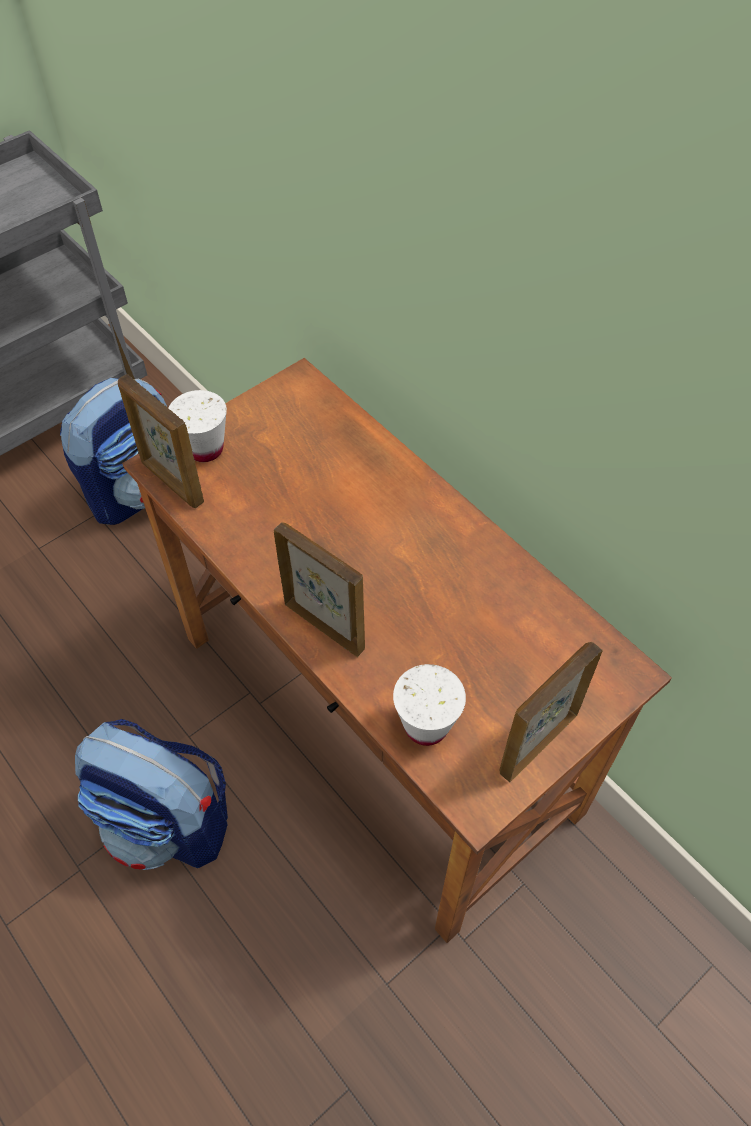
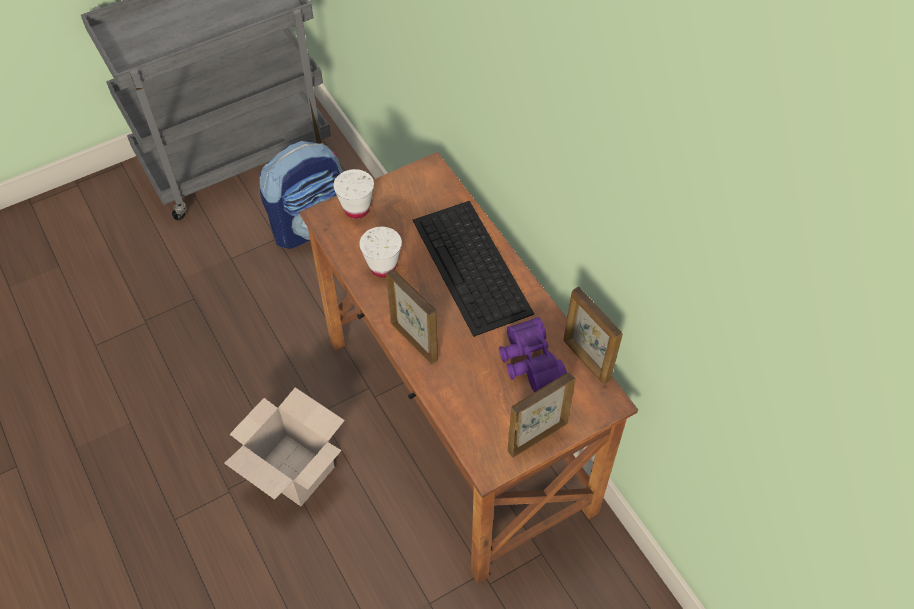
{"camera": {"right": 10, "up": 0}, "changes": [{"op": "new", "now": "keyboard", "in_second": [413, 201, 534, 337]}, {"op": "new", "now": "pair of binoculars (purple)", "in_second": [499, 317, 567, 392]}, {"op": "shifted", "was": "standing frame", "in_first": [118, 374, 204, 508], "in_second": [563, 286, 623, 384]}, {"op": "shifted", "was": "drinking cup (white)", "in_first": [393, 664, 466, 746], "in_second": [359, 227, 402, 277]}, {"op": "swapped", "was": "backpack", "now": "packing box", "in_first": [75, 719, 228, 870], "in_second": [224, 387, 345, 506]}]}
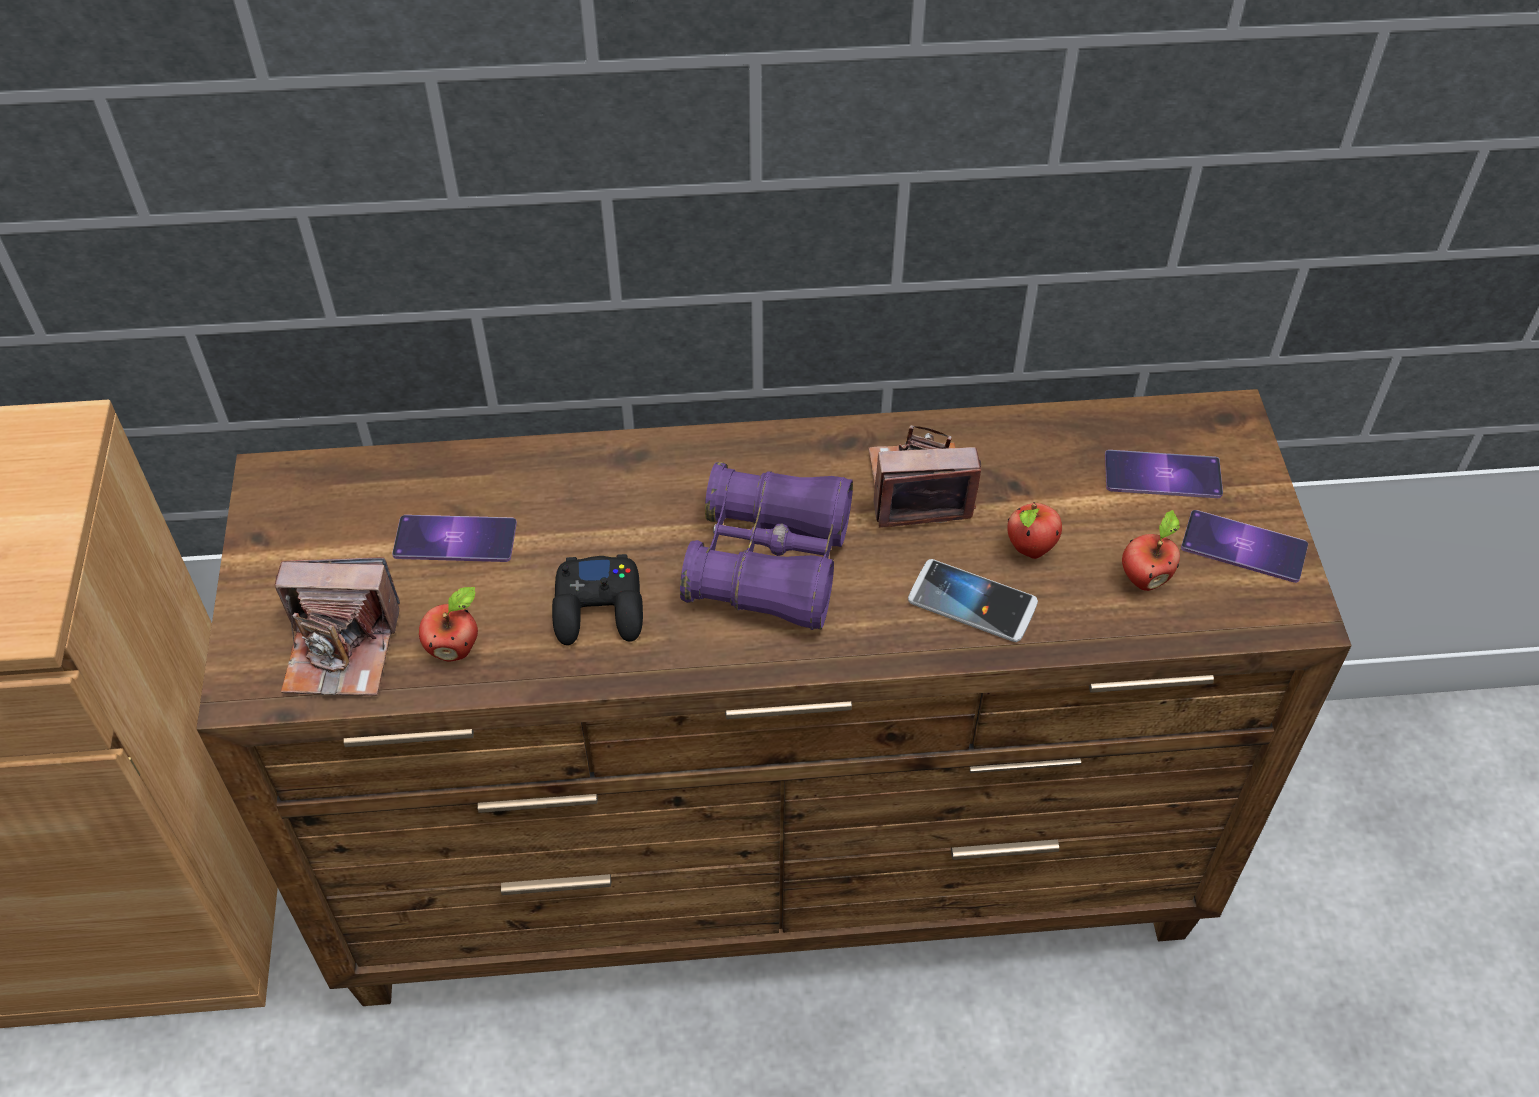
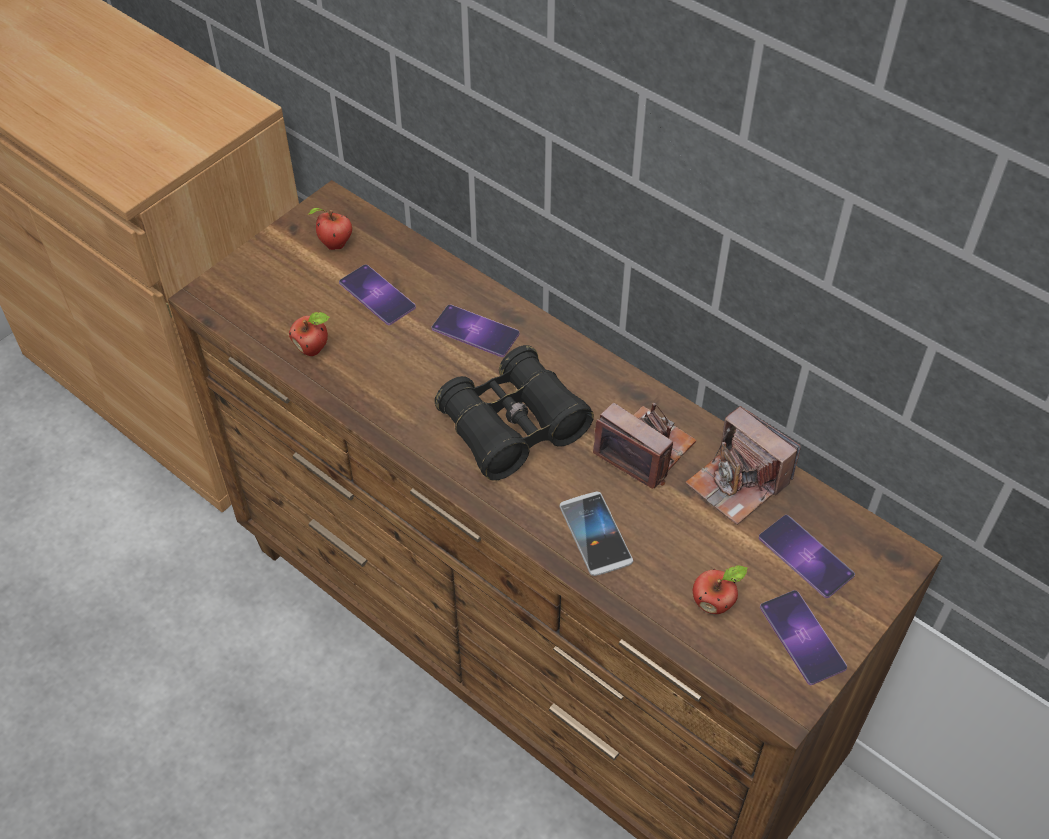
{"camera": {"right": 45, "up": 0}, "changes": [{"op": "gone", "was": "gamepad (blackish)", "in_first": [552, 554, 643, 645]}, {"op": "new", "now": "phone", "in_second": [432, 305, 520, 357]}, {"op": "shifted", "was": "photo camera", "in_first": [275, 557, 400, 696], "in_second": [685, 406, 801, 525]}, {"op": "shifted", "was": "whole apple", "in_first": [1007, 502, 1062, 559], "in_second": [308, 207, 352, 250]}, {"op": "repainted", "was": "pair of binoculars (purple)", "now": "pair of binoculars (blackish)", "in_first": [680, 462, 853, 630], "in_second": [435, 345, 594, 481]}]}
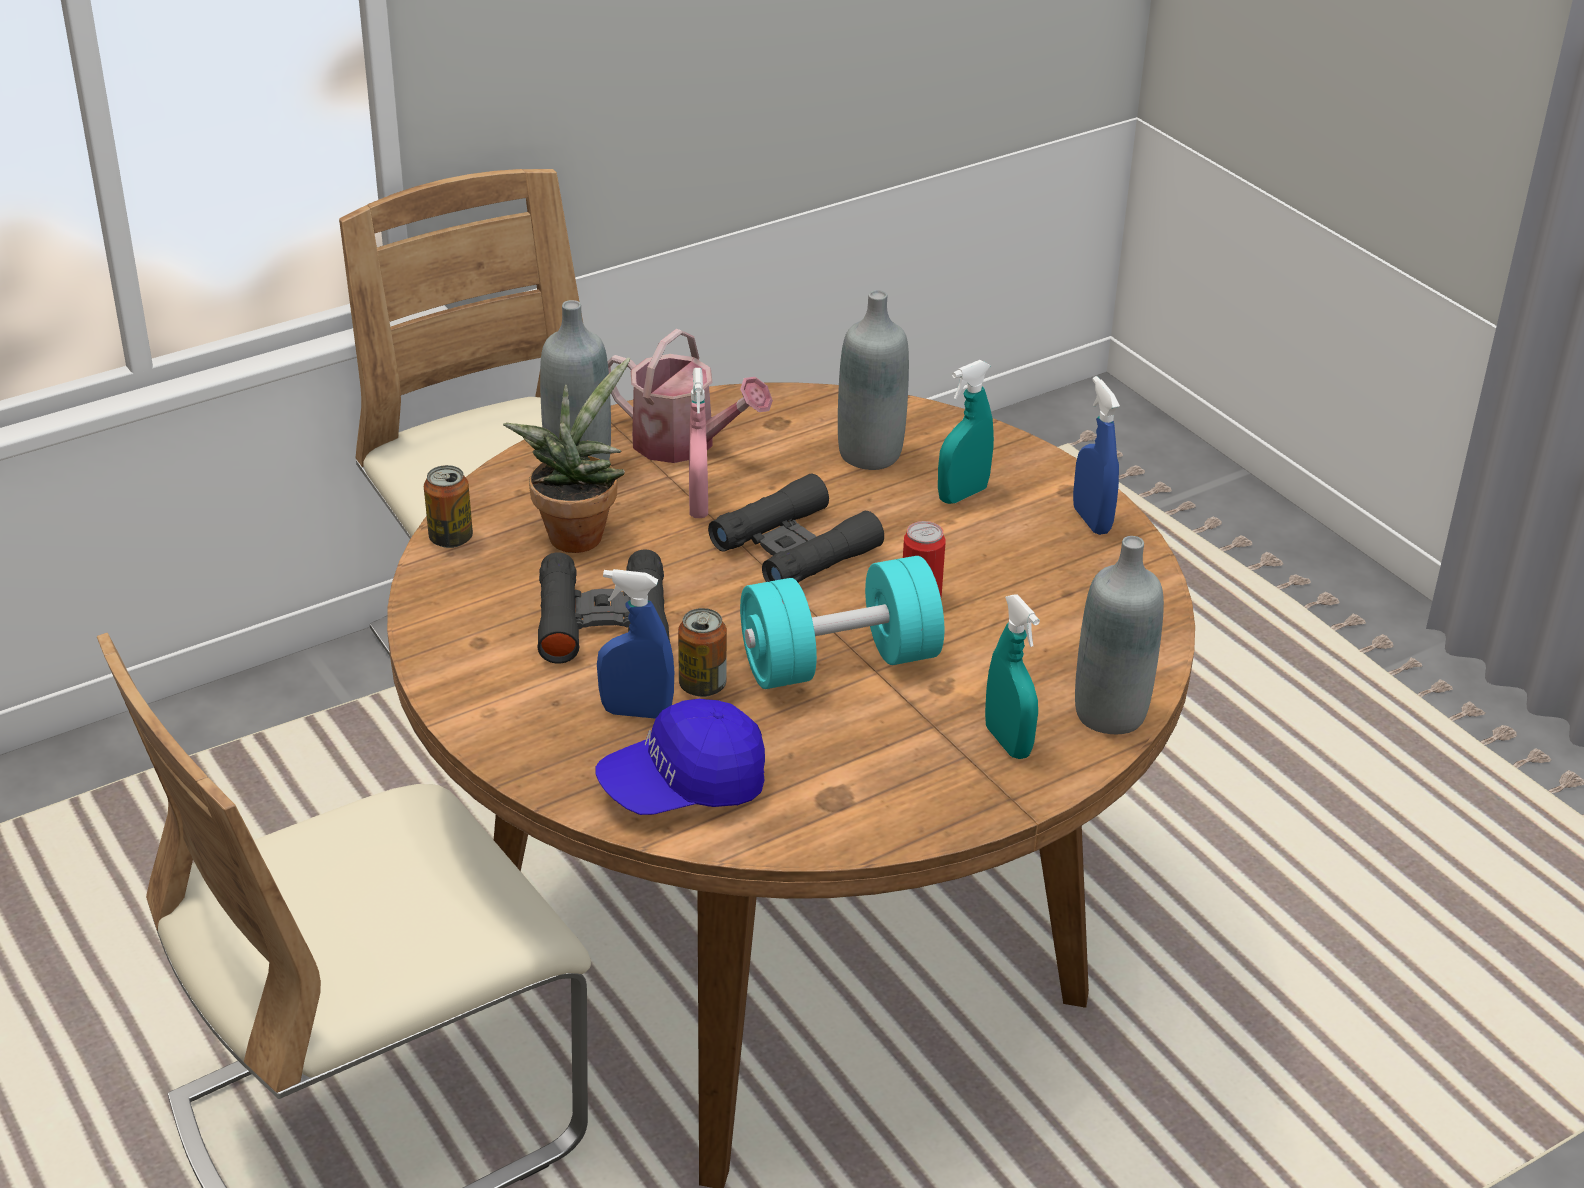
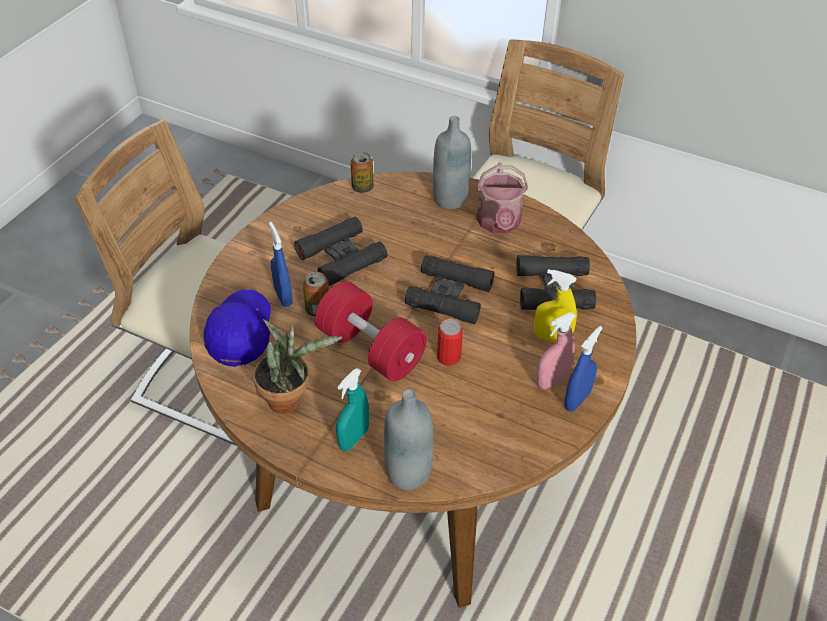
{"camera": {"right": 60, "up": 10}, "changes": [{"op": "shifted", "was": "houseplant", "in_first": [503, 358, 630, 553], "in_second": [253, 319, 343, 414]}, {"op": "shifted", "was": "hand sprayer (pinkish)", "in_first": [689, 368, 708, 518], "in_second": [536, 313, 576, 389]}, {"op": "swapped", "was": "bottle (gray)", "now": "pair of binoculars (blackish)", "in_first": [838, 290, 909, 470], "in_second": [516, 255, 596, 310]}, {"op": "repainted", "was": "dumbbell (turquoise)", "now": "dumbbell (reddish)", "in_first": [740, 556, 944, 689], "in_second": [315, 281, 427, 381]}, {"op": "repainted", "was": "hand sprayer (turquoise)", "now": "hand sprayer (yellow)", "in_first": [938, 360, 994, 504], "in_second": [534, 269, 577, 343]}, {"op": "rotated", "was": "baseball cap (blue)", "in_first": [595, 699, 765, 815], "in_second": [204, 289, 271, 367], "clockwise": 60}]}
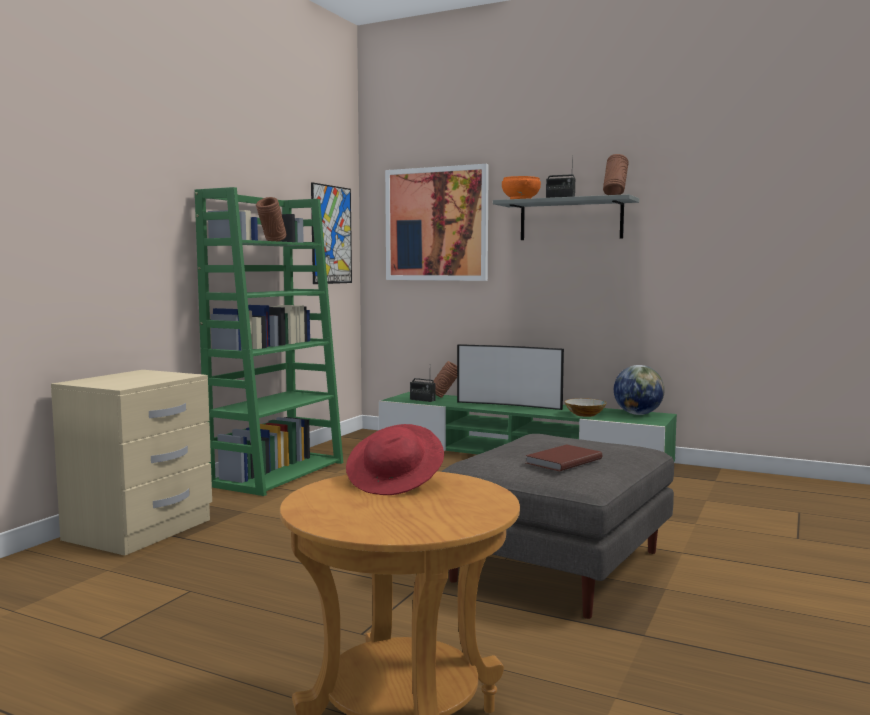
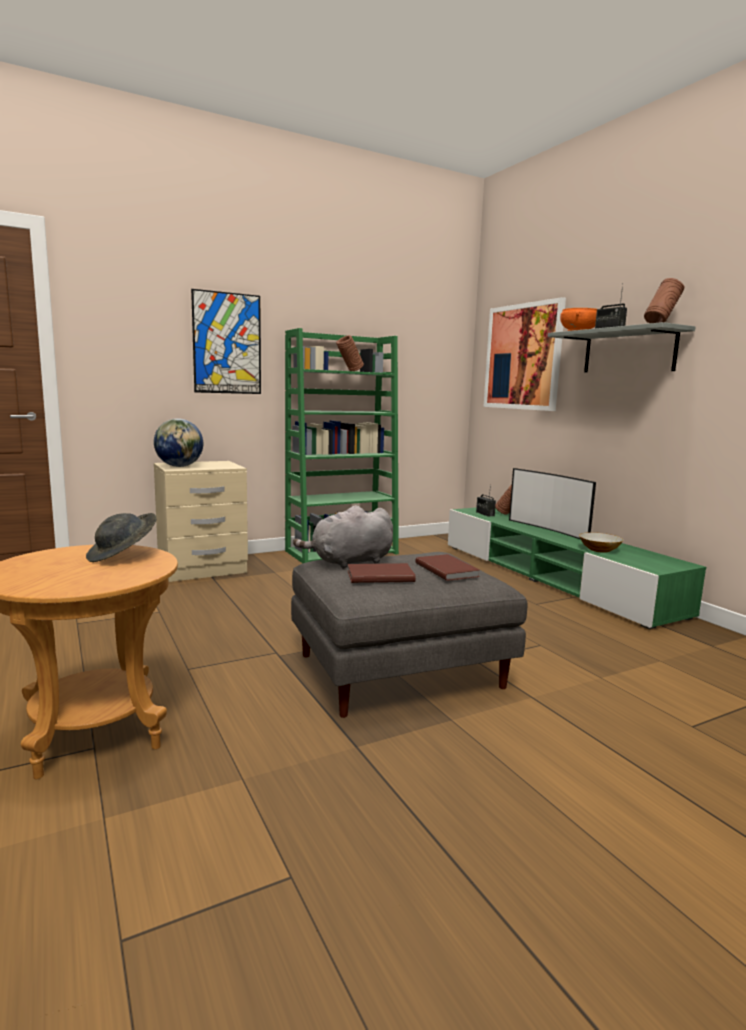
{"camera": {"right": 35, "up": 5}, "changes": [{"op": "new", "now": "cuddly toy (gray)", "in_second": [293, 506, 393, 569]}, {"op": "new", "now": "book (brown)", "in_second": [415, 554, 480, 581]}, {"op": "shifted", "was": "picture", "in_first": [311, 182, 352, 284], "in_second": [191, 289, 261, 394]}, {"op": "shifted", "was": "desk globe", "in_first": [614, 365, 665, 415], "in_second": [154, 419, 203, 467]}, {"op": "repainted", "was": "hat (reddish)", "now": "hat (gray)", "in_first": [346, 424, 444, 495], "in_second": [86, 513, 156, 562]}]}
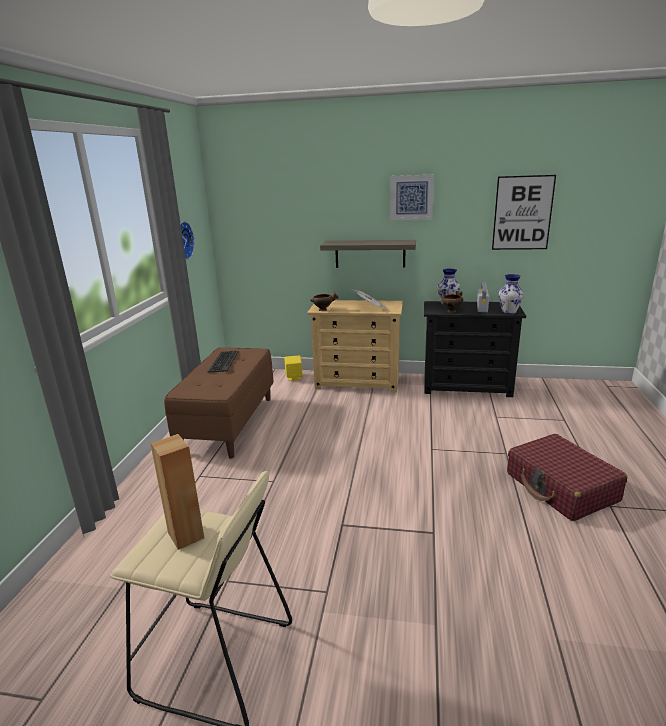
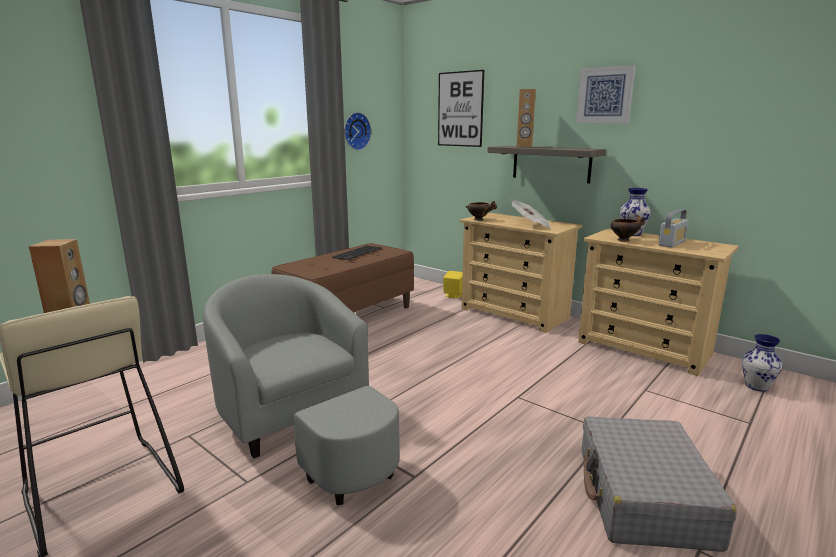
{"camera": {"right": 30, "up": -5}, "changes": [{"op": "new", "now": "easy chair (gray)", "in_second": [203, 274, 400, 505]}, {"op": "new", "now": "audio speaker (brown)", "in_second": [516, 89, 536, 147]}, {"op": "shifted", "was": "picture", "in_first": [492, 175, 556, 250], "in_second": [438, 70, 484, 147]}, {"op": "shifted", "was": "flower vase", "in_first": [499, 274, 524, 314], "in_second": [742, 334, 782, 391]}, {"op": "repainted", "was": "drawer chest (blackish)", "now": "drawer chest (sand-coloured)", "in_first": [424, 301, 526, 397], "in_second": [578, 228, 739, 376]}, {"op": "repainted", "was": "travel case (reddish)", "now": "travel case (gray)", "in_first": [507, 434, 627, 521], "in_second": [582, 416, 737, 552]}]}
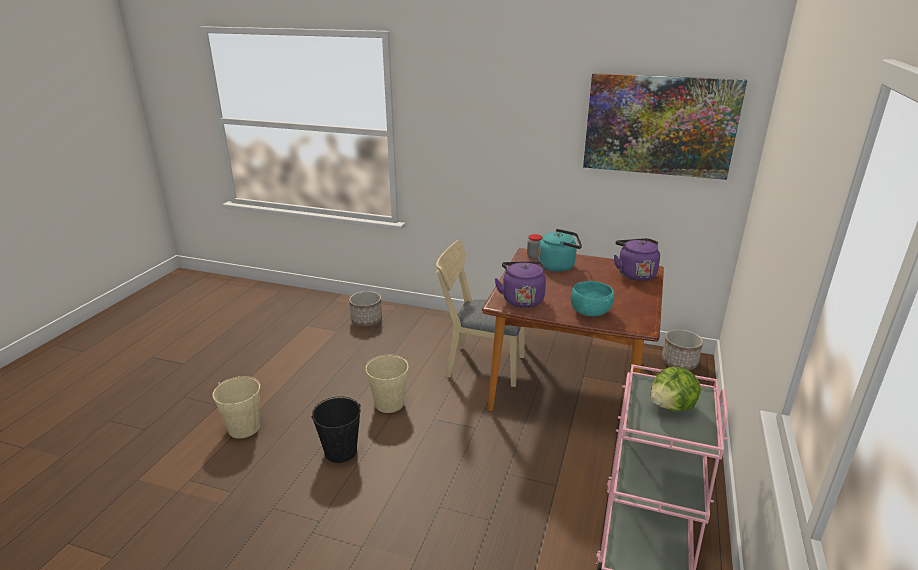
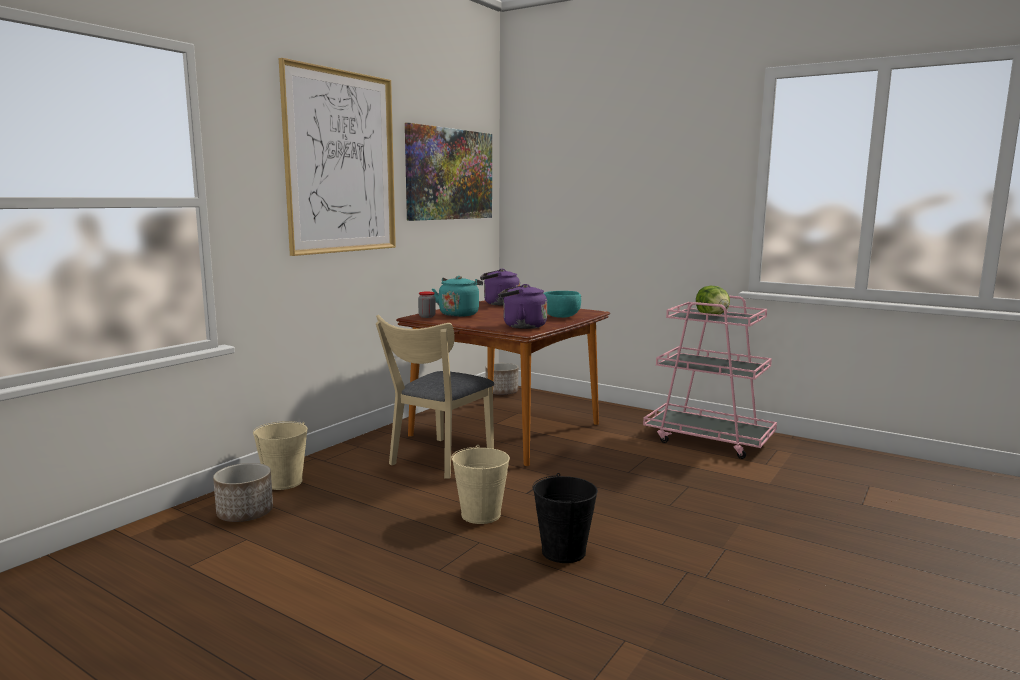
{"camera": {"right": -75, "up": -15}, "changes": [{"op": "new", "now": "picture", "in_second": [279, 58, 396, 256]}, {"op": "shifted", "was": "pail (sand-coloured)", "in_first": [212, 376, 260, 439], "in_second": [253, 421, 308, 490]}]}
